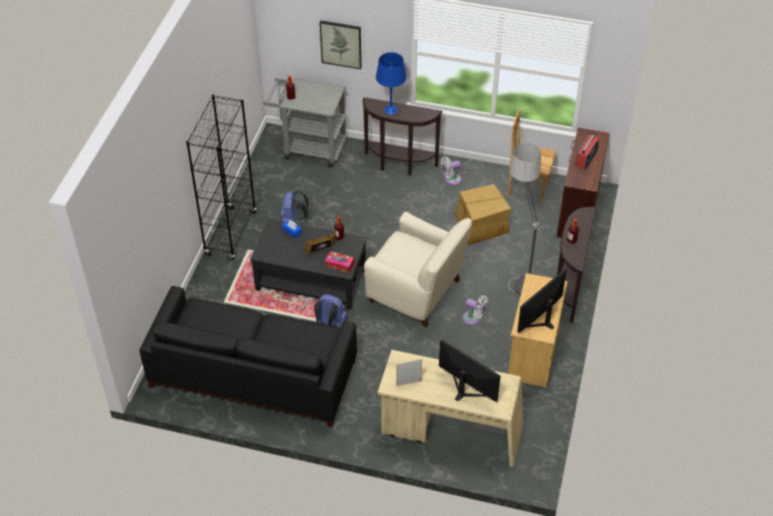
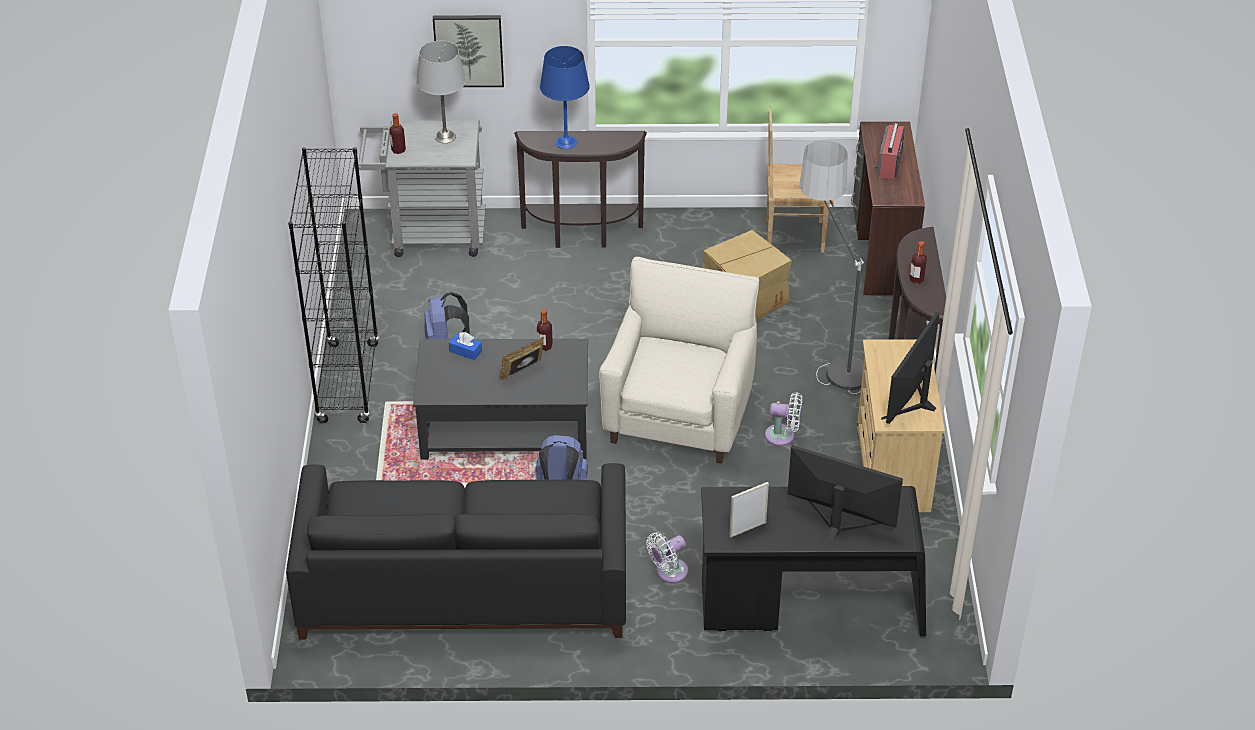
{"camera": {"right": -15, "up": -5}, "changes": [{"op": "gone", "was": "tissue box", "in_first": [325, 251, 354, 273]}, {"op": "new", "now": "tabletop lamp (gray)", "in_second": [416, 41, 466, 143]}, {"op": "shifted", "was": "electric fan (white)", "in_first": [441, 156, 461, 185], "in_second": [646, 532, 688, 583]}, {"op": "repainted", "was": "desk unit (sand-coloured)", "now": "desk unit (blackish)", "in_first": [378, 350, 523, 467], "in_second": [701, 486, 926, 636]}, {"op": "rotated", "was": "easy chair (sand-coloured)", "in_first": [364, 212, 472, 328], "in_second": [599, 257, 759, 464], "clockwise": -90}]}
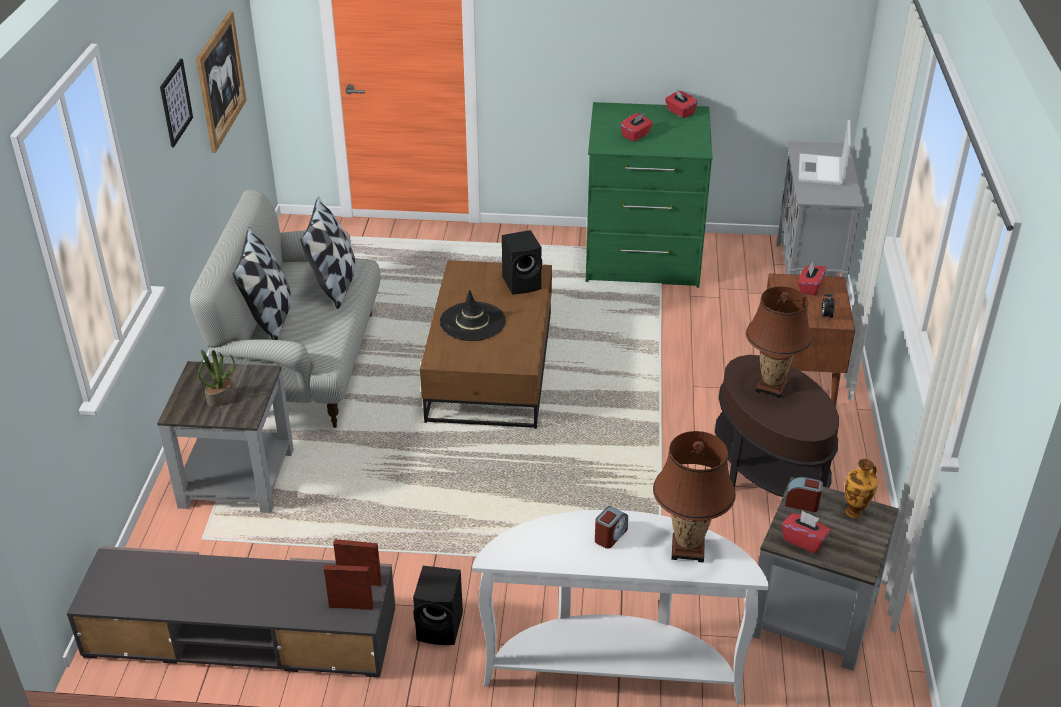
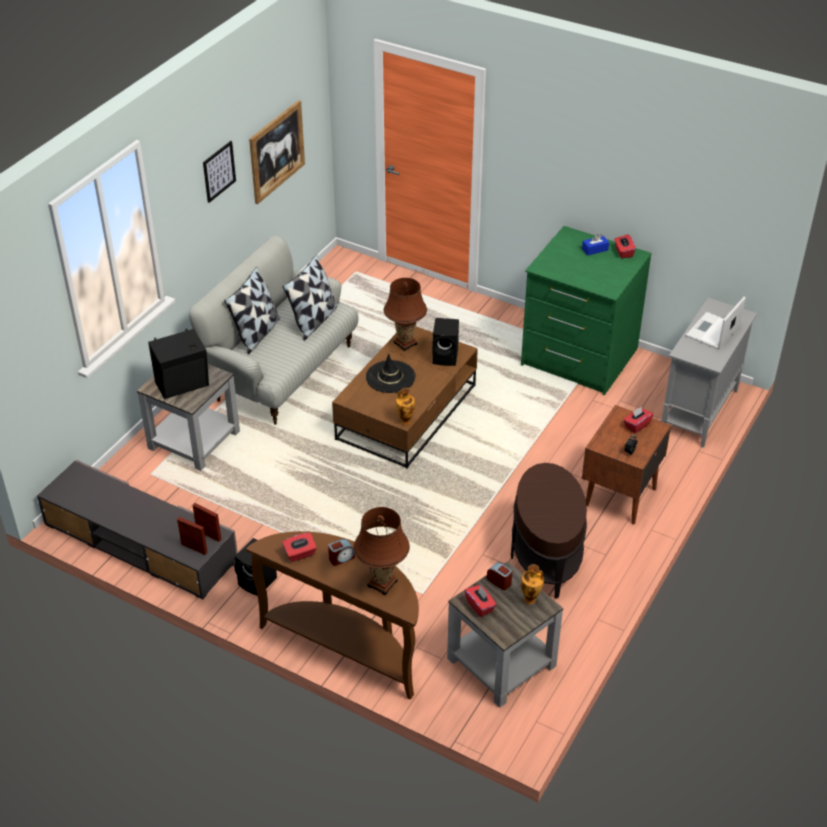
{"camera": {"right": 25, "up": 5}, "changes": [{"op": "new", "now": "flower vase", "in_second": [396, 388, 415, 425]}, {"op": "new", "now": "tissue box (blue)", "in_second": [582, 234, 609, 255]}, {"op": "shifted", "was": "tissue box (reddish)", "in_first": [620, 113, 653, 141], "in_second": [282, 533, 317, 562]}, {"op": "shifted", "was": "tabletop lamp (brown)", "in_first": [746, 286, 813, 399], "in_second": [384, 278, 427, 351]}, {"op": "swapped", "was": "houseplant", "now": "audio speaker (blackish)", "in_first": [198, 350, 235, 407], "in_second": [148, 329, 209, 399]}, {"op": "repainted", "was": "hall table (white)", "now": "hall table (brown)", "in_first": [472, 510, 769, 704], "in_second": [246, 531, 419, 700]}]}
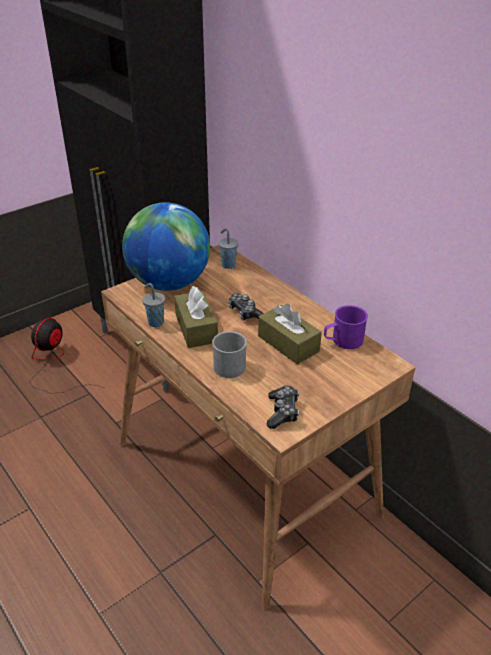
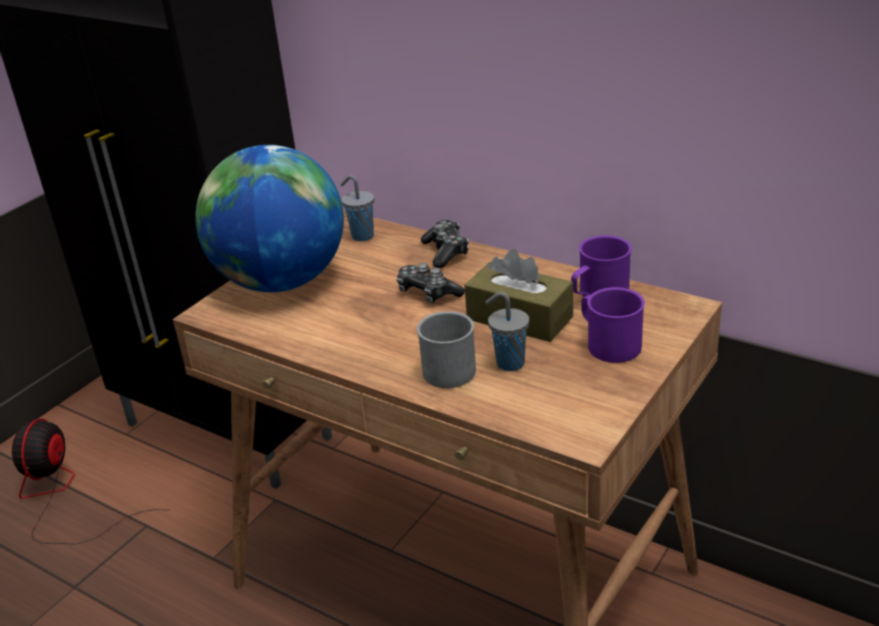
{"camera": {"right": -15, "up": -5}, "changes": [{"op": "gone", "was": "tissue box (brown)", "in_first": [174, 286, 218, 348]}, {"op": "new", "now": "tea mug (purple)", "in_second": [582, 287, 645, 363]}, {"op": "shifted", "was": "drinking cup (gray)", "in_first": [142, 283, 165, 327], "in_second": [485, 292, 529, 371]}, {"op": "shifted", "was": "gamepad", "in_first": [267, 385, 299, 429], "in_second": [421, 220, 469, 268]}]}
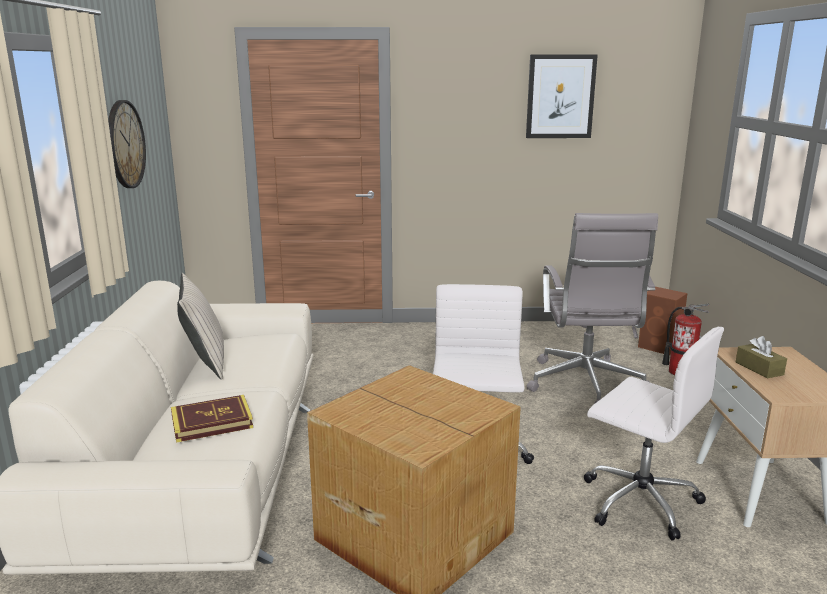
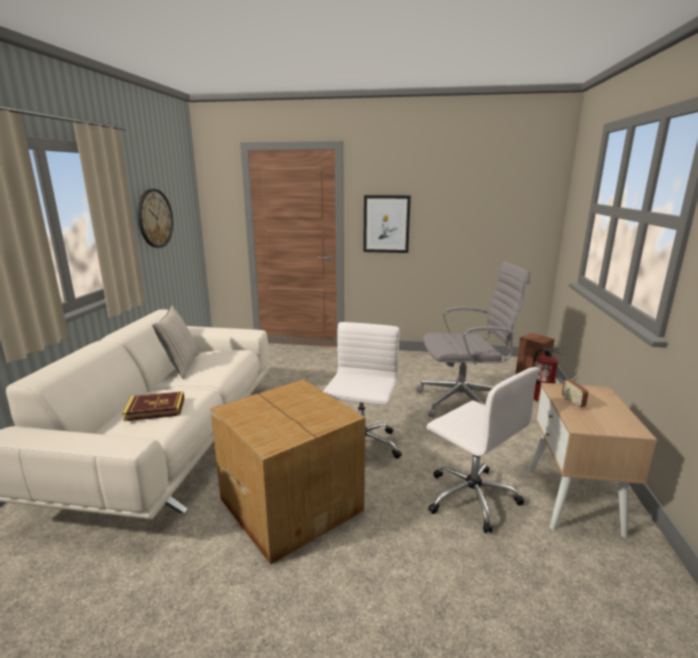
{"camera": {"right": 10, "up": 0}, "changes": [{"op": "shifted", "was": "picture", "in_first": [526, 54, 598, 138], "in_second": [363, 195, 411, 253]}, {"op": "swapped", "was": "tissue box (brown)", "now": "radio", "in_first": [736, 336, 787, 378], "in_second": [562, 370, 588, 408]}, {"op": "rotated", "was": "office chair (gray)", "in_first": [527, 213, 658, 404], "in_second": [416, 261, 530, 418], "clockwise": -105}]}
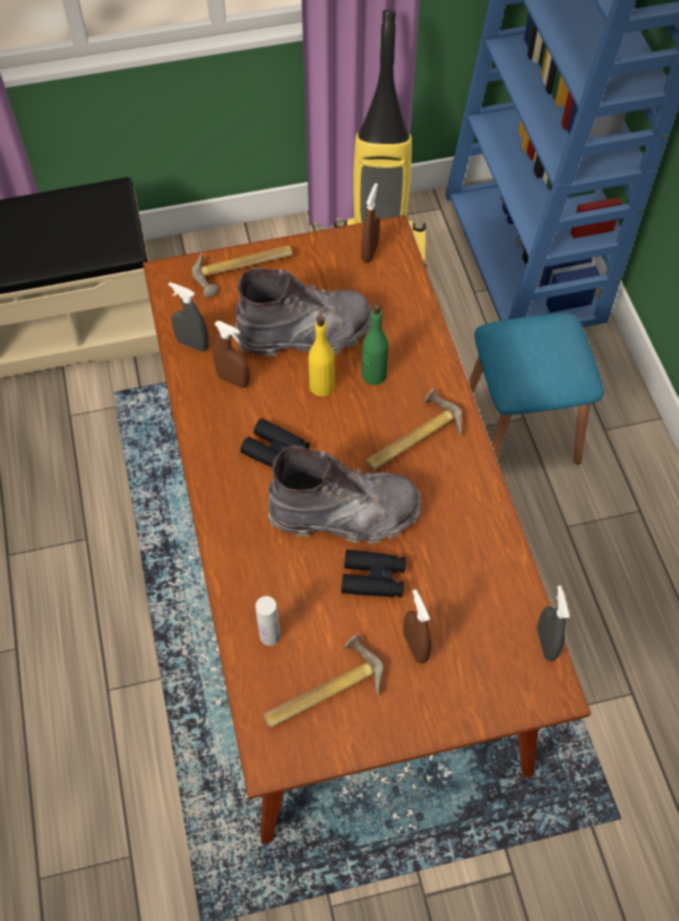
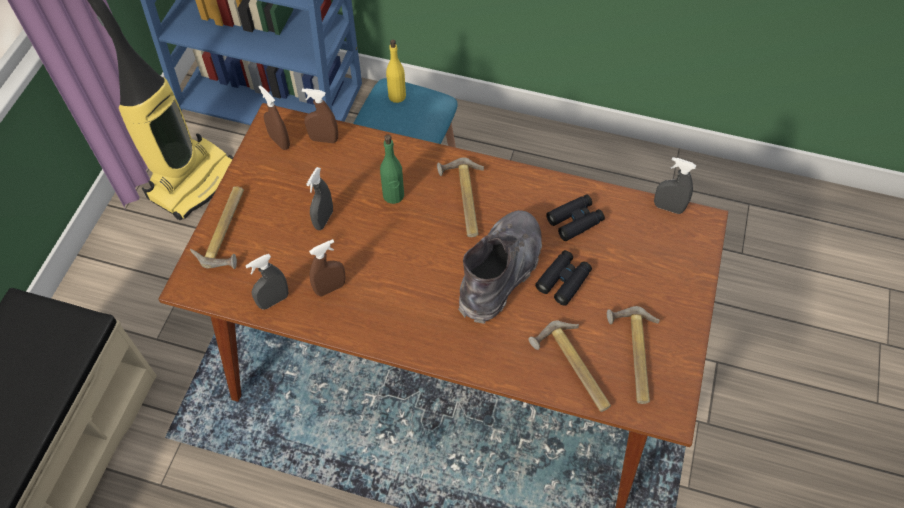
{"camera": {"right": -60, "up": 0}, "changes": [{"op": "shifted", "was": "pair of binoculars (blackish)", "in_first": [240, 418, 310, 467], "in_second": [546, 194, 605, 241]}, {"op": "shifted", "was": "bottle (yellow)", "in_first": [308, 315, 335, 397], "in_second": [386, 40, 406, 103]}, {"op": "shifted", "was": "hand sprayer (brown)", "in_first": [403, 589, 431, 664], "in_second": [302, 88, 338, 143]}, {"op": "swapped", "was": "high-top boot (gray)", "now": "hand sprayer (gray)", "in_first": [235, 268, 372, 357], "in_second": [306, 167, 333, 230]}, {"op": "swapped", "was": "bottle (white)", "now": "hammer", "in_first": [255, 596, 281, 646], "in_second": [529, 321, 611, 412]}]}
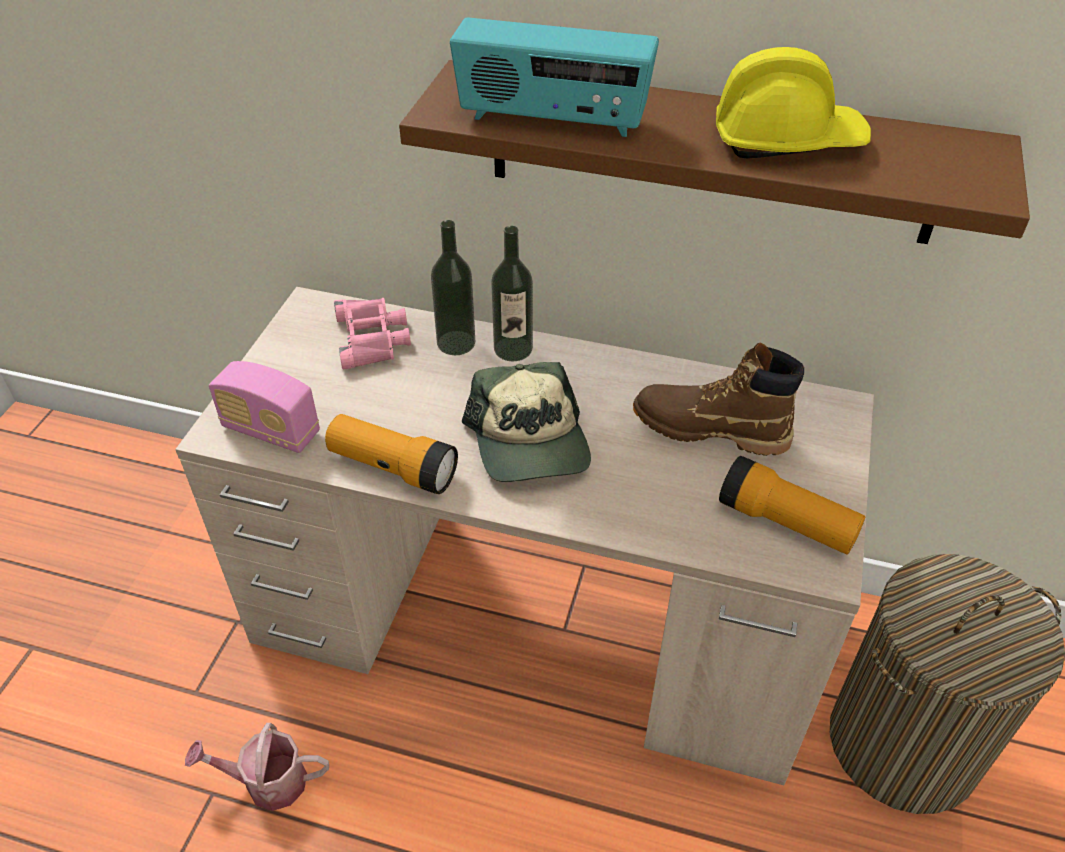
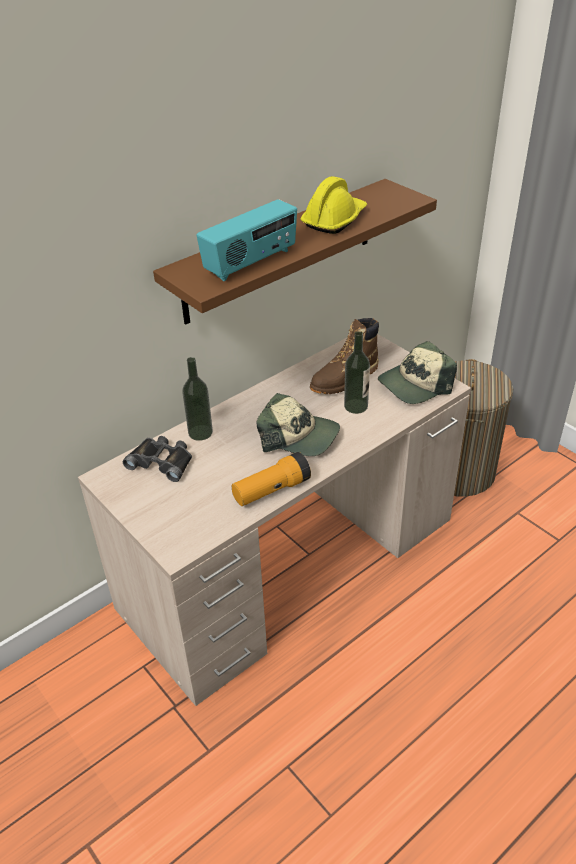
{"camera": {"right": -55, "up": -5}, "changes": [{"op": "gone", "was": "sprinkling can", "in_first": [185, 723, 329, 811]}, {"op": "gone", "was": "radio", "in_first": [209, 361, 320, 453]}, {"op": "shifted", "was": "bottle", "in_first": [491, 226, 533, 361], "in_second": [344, 331, 370, 414]}, {"op": "swapped", "was": "torch", "now": "baseball cap", "in_first": [719, 456, 865, 555], "in_second": [378, 341, 457, 404]}, {"op": "repainted", "was": "pair of binoculars (pinkish)", "now": "pair of binoculars (blackish)", "in_first": [334, 298, 411, 370], "in_second": [123, 436, 192, 482]}]}
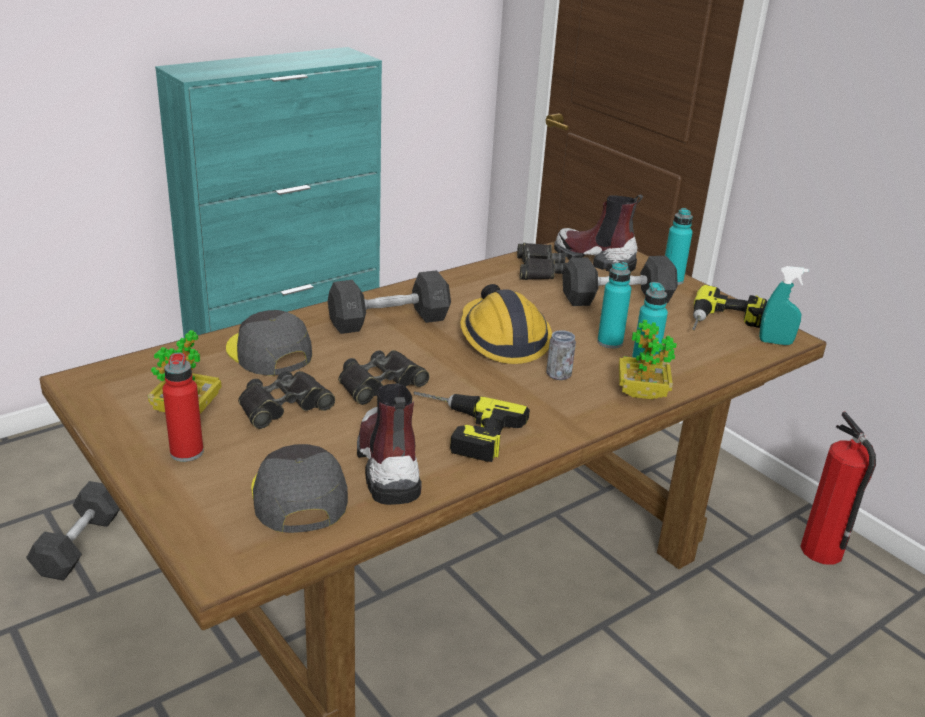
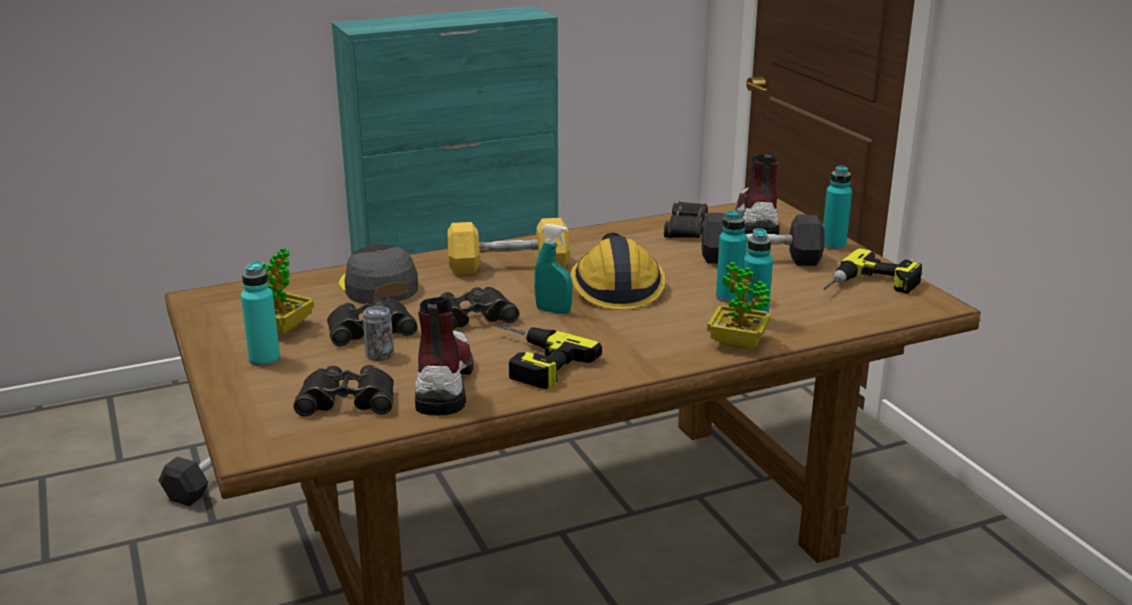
{"camera": {"right": 15, "up": -5}, "changes": [{"op": "gone", "was": "fire-fighting cylinder", "in_first": [800, 412, 876, 565]}, {"op": "shifted", "was": "metal can", "in_first": [546, 330, 576, 380], "in_second": [363, 306, 394, 361]}, {"op": "shifted", "was": "hand sprayer (turquoise)", "in_first": [759, 266, 809, 345], "in_second": [534, 224, 573, 314]}, {"op": "swapped", "was": "baseball cap (gray)", "now": "pair of binoculars (blackish)", "in_first": [251, 444, 348, 533], "in_second": [293, 365, 394, 417]}, {"op": "repainted", "was": "bottle (reddish)", "now": "bottle (turquoise)", "in_first": [163, 352, 204, 462], "in_second": [241, 261, 280, 367]}, {"op": "repainted", "was": "dumbbell (gray)", "now": "dumbbell (yellow)", "in_first": [328, 270, 451, 334], "in_second": [447, 218, 570, 275]}, {"op": "rotated", "was": "high-top boot", "in_first": [554, 195, 643, 272], "in_second": [735, 155, 780, 235], "clockwise": 45}]}
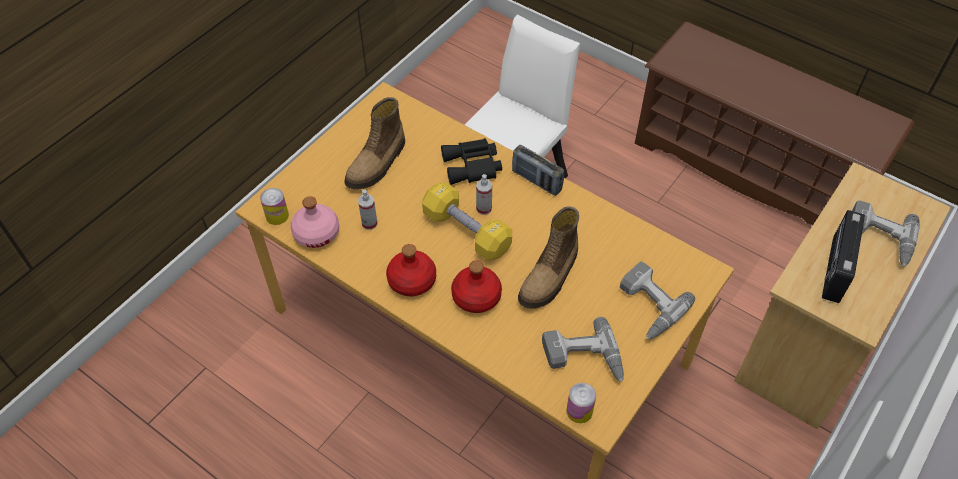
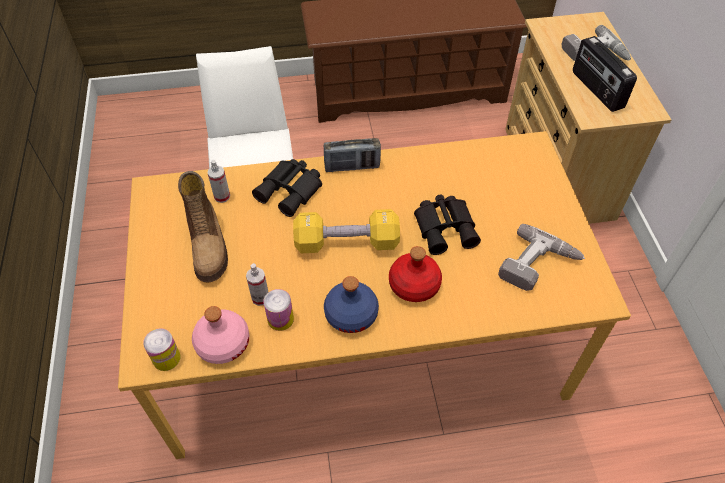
{"camera": {"right": -45, "up": 0}, "changes": [{"op": "gone", "was": "power drill", "in_first": [620, 262, 695, 339]}, {"op": "shifted", "was": "hand sprayer", "in_first": [476, 174, 492, 215], "in_second": [208, 160, 230, 203]}, {"op": "shifted", "was": "metal can", "in_first": [566, 383, 596, 423], "in_second": [263, 289, 294, 331]}, {"op": "swapped", "was": "high-top boot", "now": "pair of binoculars (blackish)", "in_first": [518, 206, 579, 309], "in_second": [414, 195, 481, 255]}, {"op": "repainted", "was": "bottle (reddish)", "now": "bottle (blue)", "in_first": [386, 244, 436, 296], "in_second": [324, 276, 379, 333]}]}
